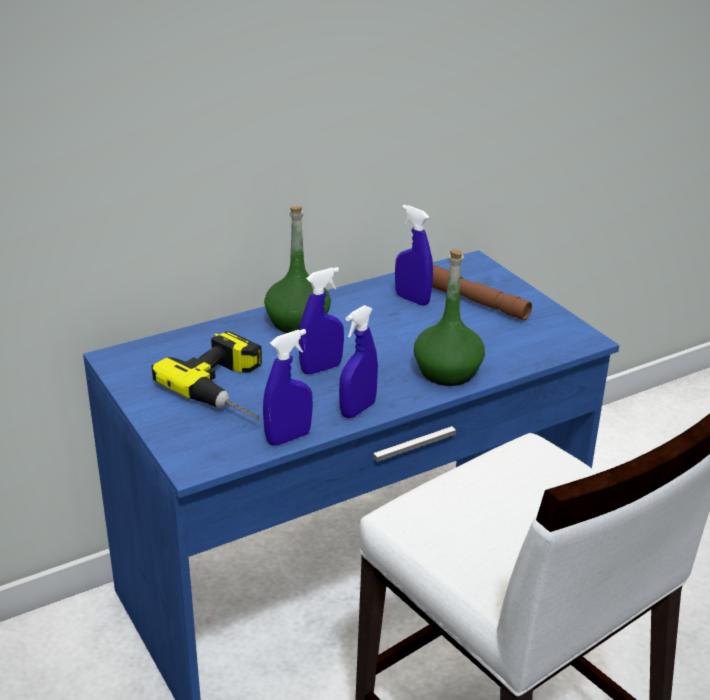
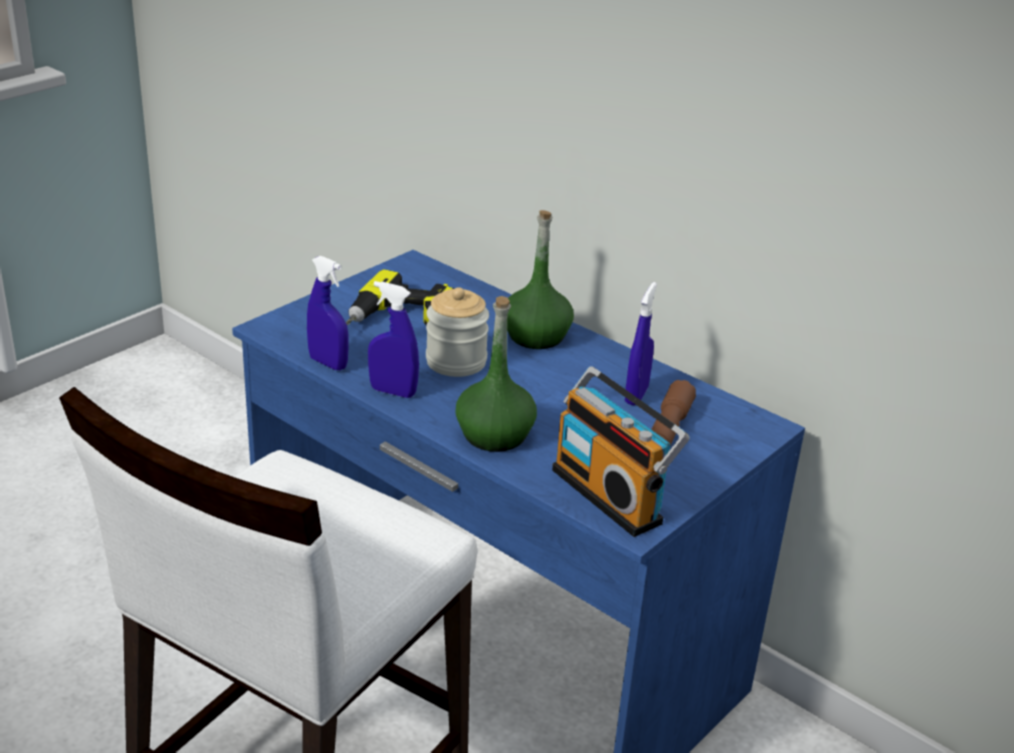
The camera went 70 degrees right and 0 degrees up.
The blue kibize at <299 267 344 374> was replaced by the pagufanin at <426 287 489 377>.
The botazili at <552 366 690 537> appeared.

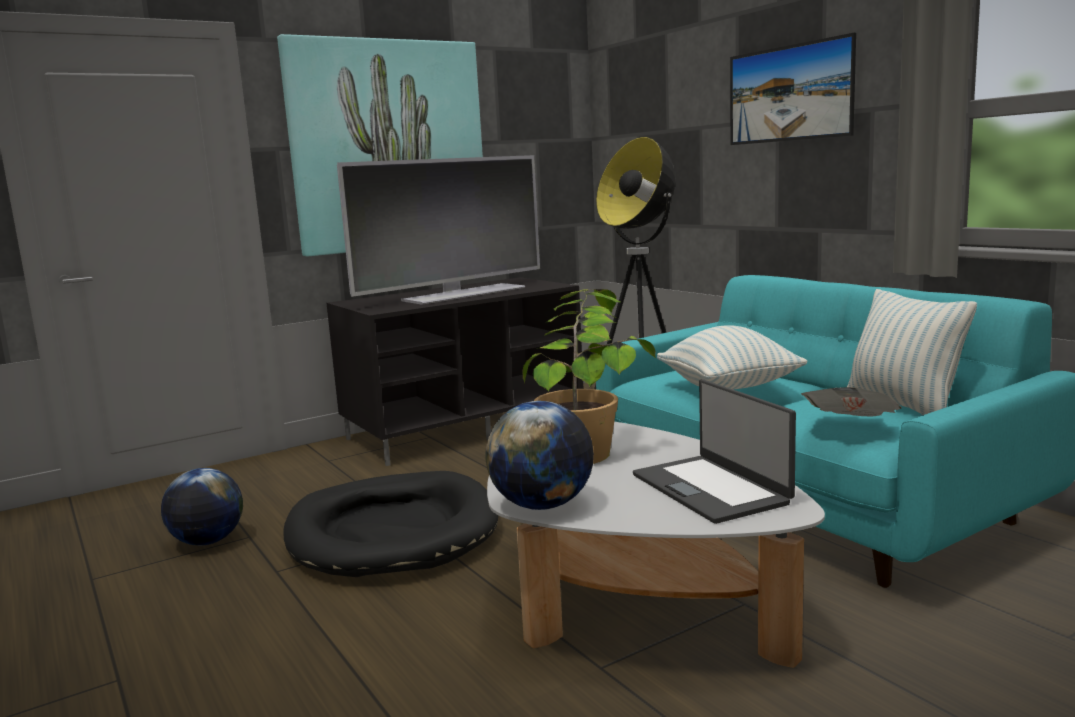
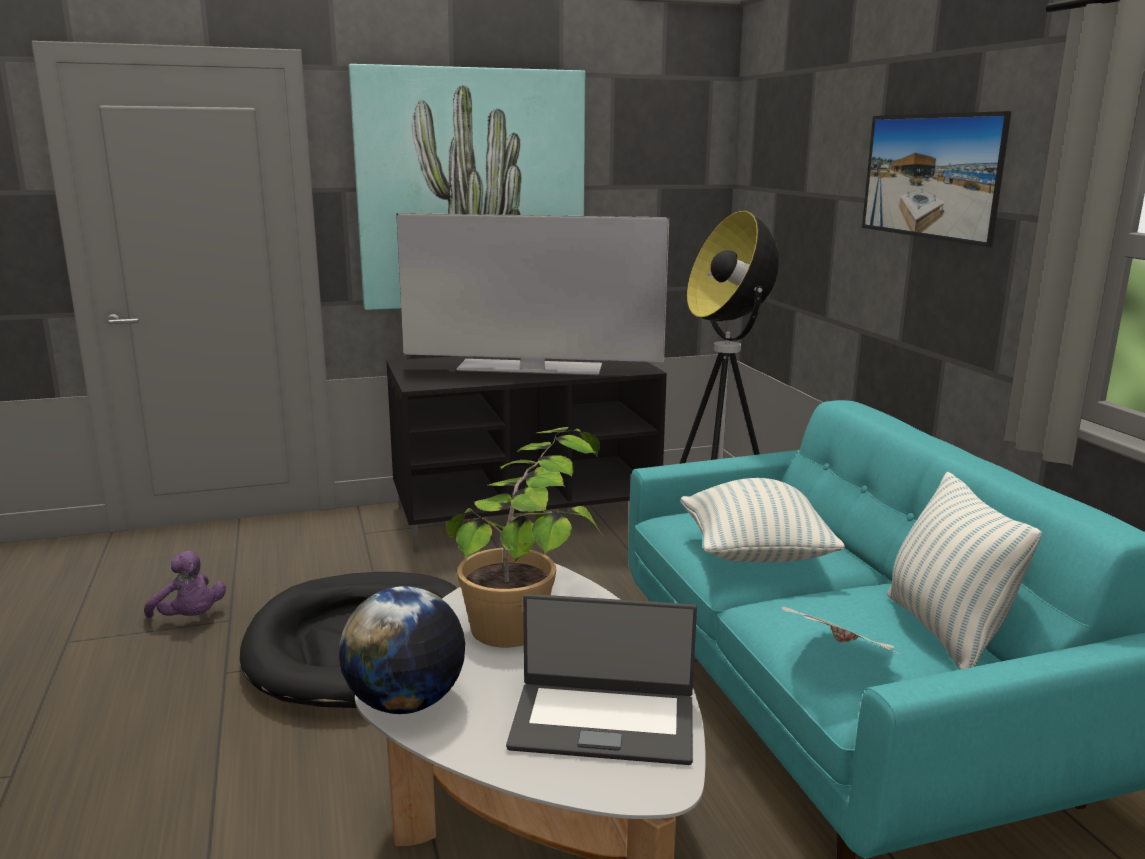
The camera went 15 degrees right and 5 degrees up.
The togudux at <337 155 540 305> turned 150 degrees counterclockwise.
The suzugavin at <633 379 796 524> turned 75 degrees counterclockwise.
The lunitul at <161 468 243 546> was replaced by the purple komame at <144 551 226 618>.

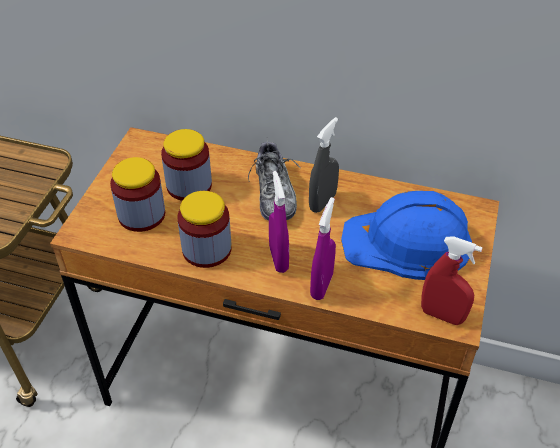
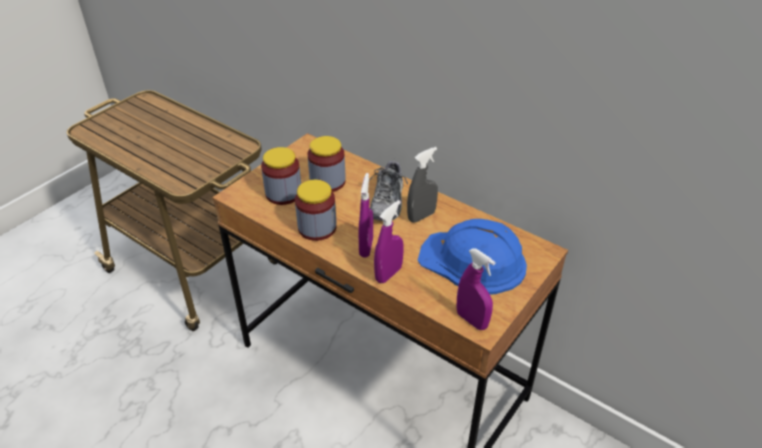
The camera went 20 degrees right and 5 degrees down.
The red kibize at <421 236 483 325> became the purple kibize at <457 248 495 330>.

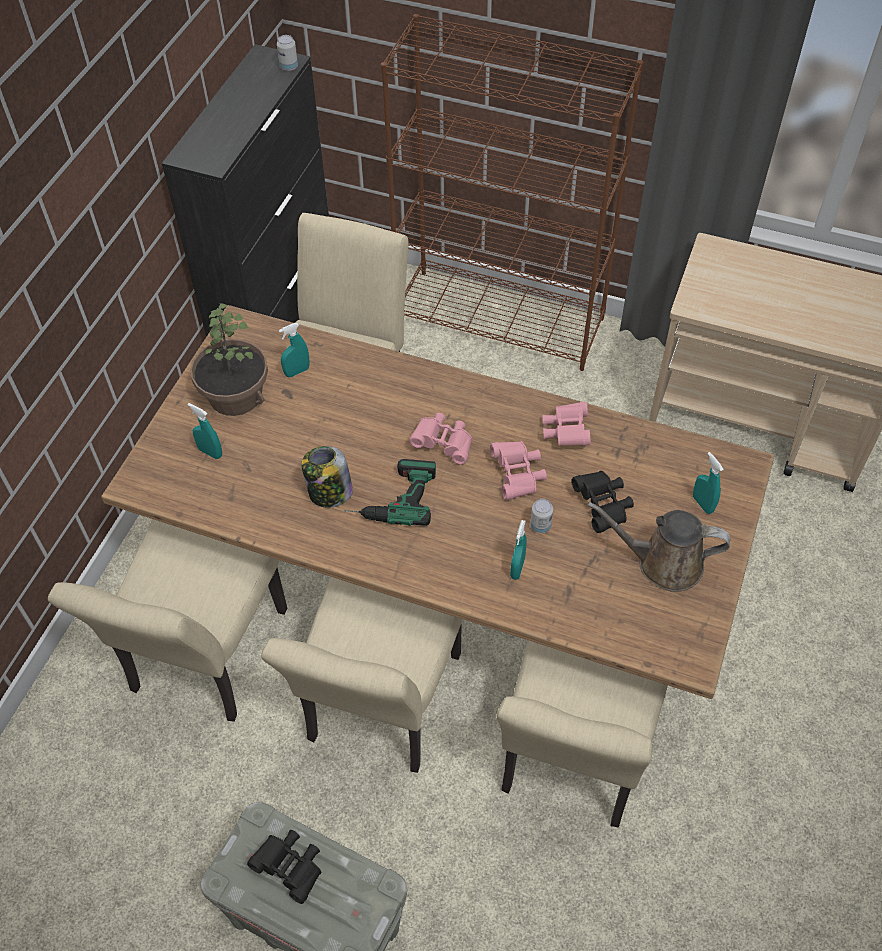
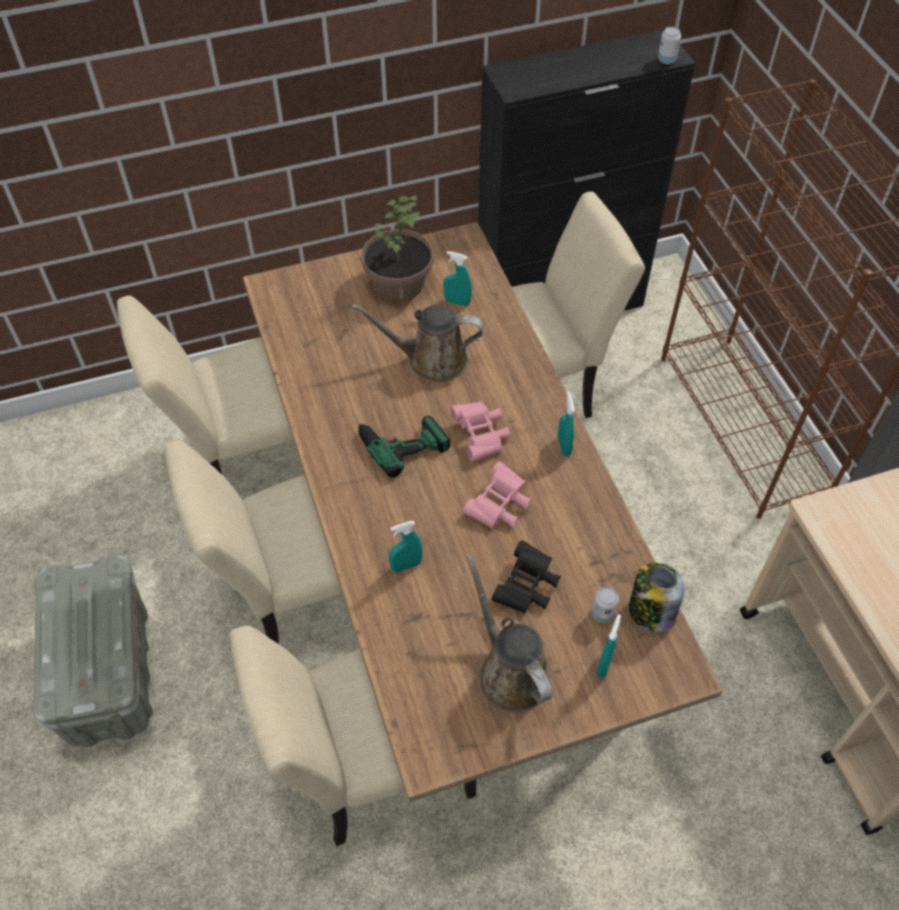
The camera went 50 degrees right and 0 degrees up.
The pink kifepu at <542 402 591 446> disappeared.
The turquoise kibize moved from <188 403 222 459> to <558 391 575 456>.
The pagufanin moved from <302 446 353 508> to <629 563 685 633>.
The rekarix moved from <530 499 553 533> to <592 587 619 623>.
The black kifepu at <247 830 321 904> disappeared.
The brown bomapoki at <351 304 484 382> appeared.

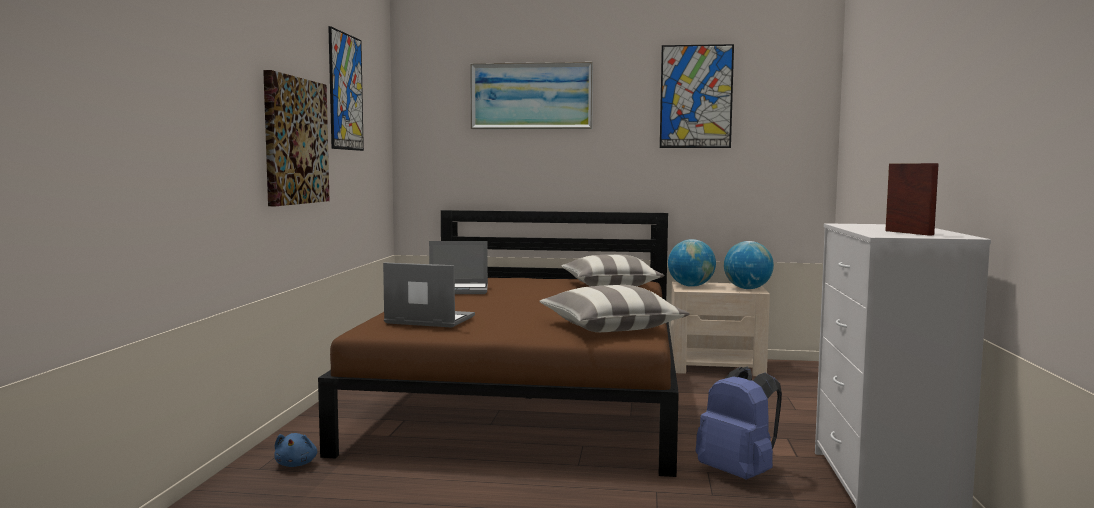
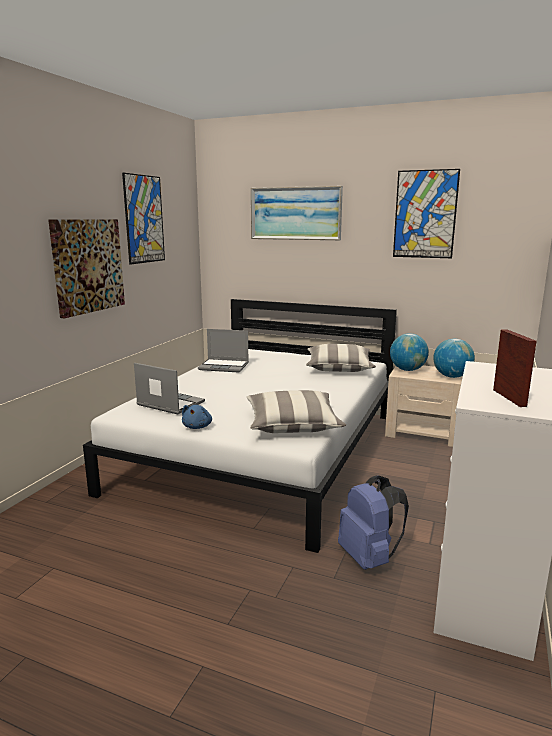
The camera went 15 degrees right and 10 degrees up.
The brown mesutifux at <318 210 679 477> became the white mesutifux at <83 299 397 553>.
The blue komame moved from <274 433 317 467> to <182 405 212 429>.

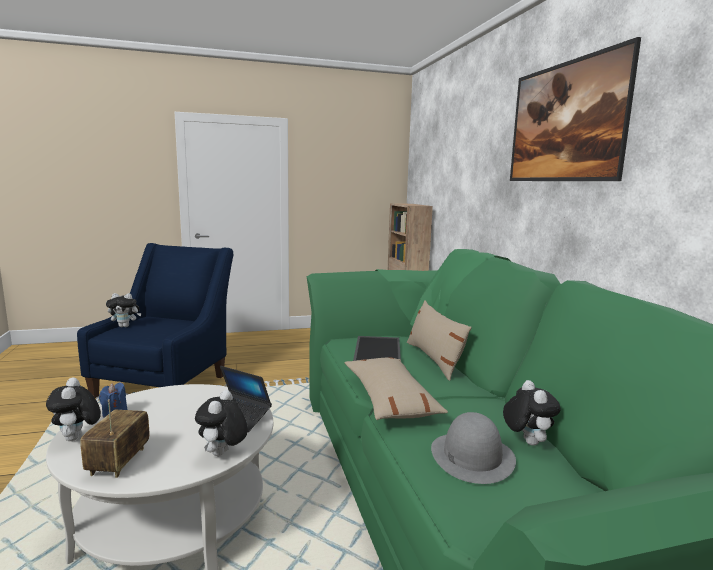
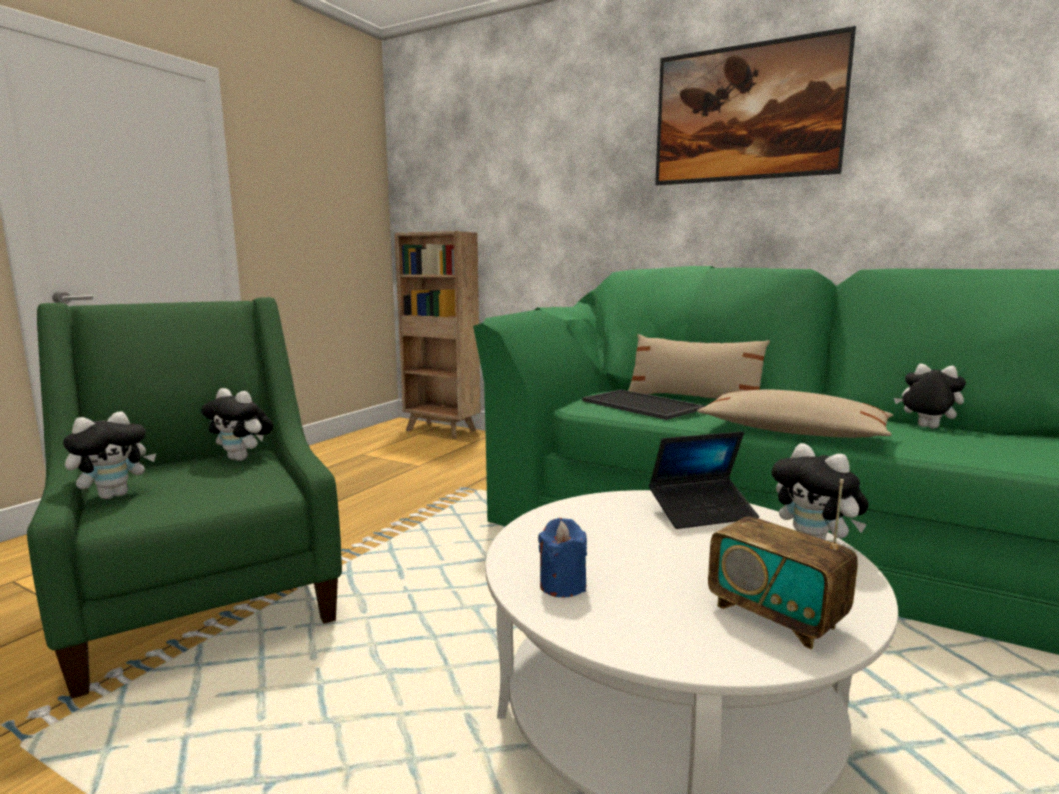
The camera went 45 degrees left and 0 degrees up.
The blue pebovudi at <77 243 233 398> became the green pebovudi at <27 297 342 698>.
The komame moved from <46 377 101 441> to <201 388 273 461>.
The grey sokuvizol at <431 412 516 484> disappeared.

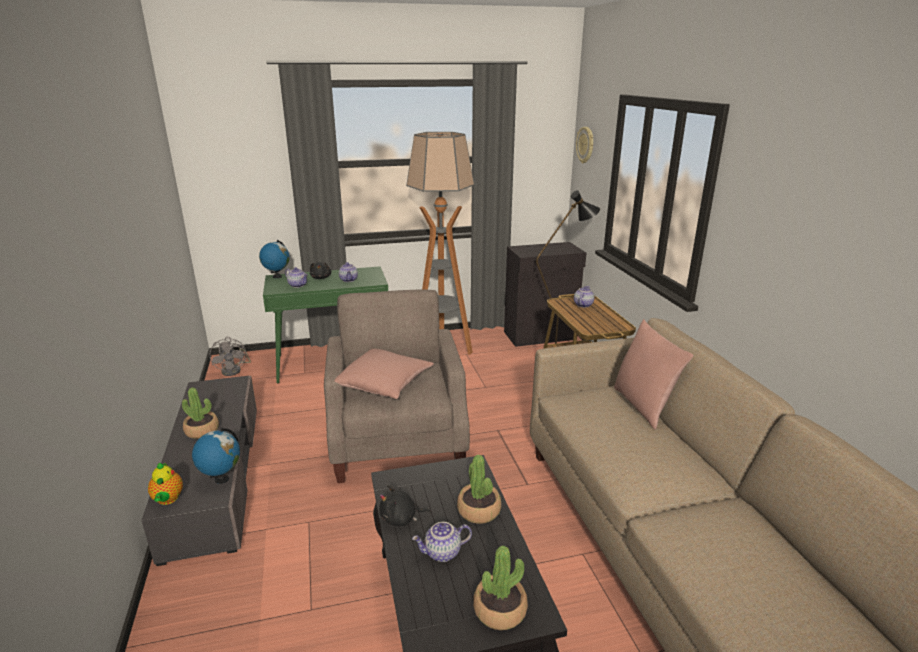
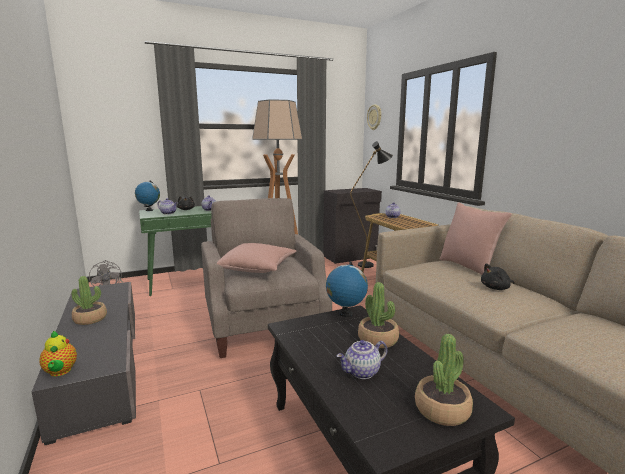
The camera went 10 degrees left and 10 degrees down.
The lunitul moved from <192 427 240 484> to <326 261 368 317>.
The black komame moved from <379 485 432 526> to <481 264 514 290>.

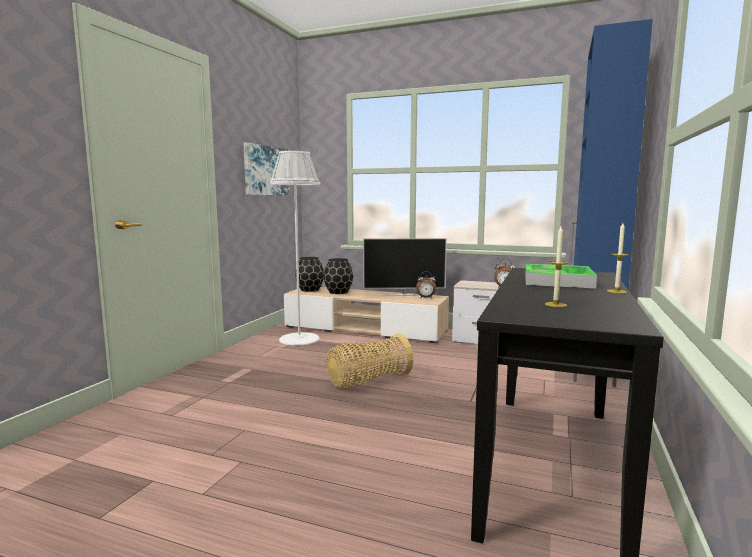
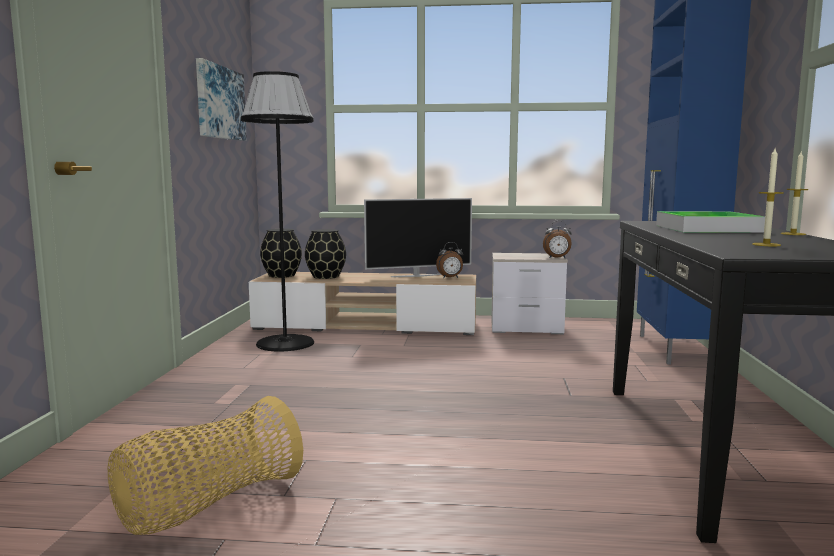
The camera went 15 degrees left and 0 degrees up.
The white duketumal at <270 151 320 346> became the black duketumal at <241 71 314 352>.
The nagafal moved from <326 333 413 388> to <108 396 303 535>.

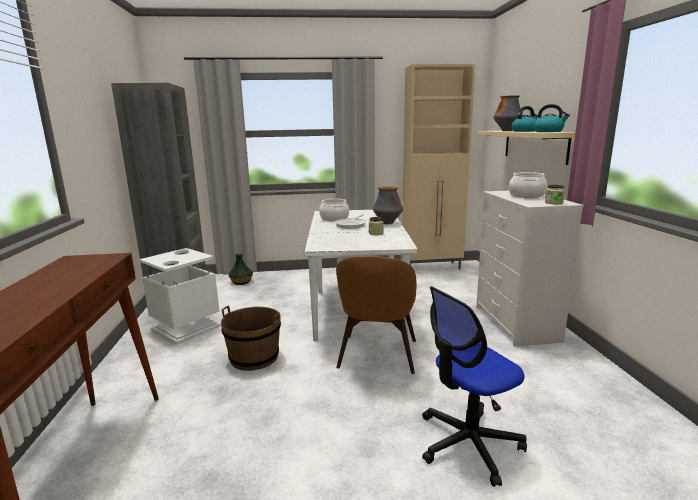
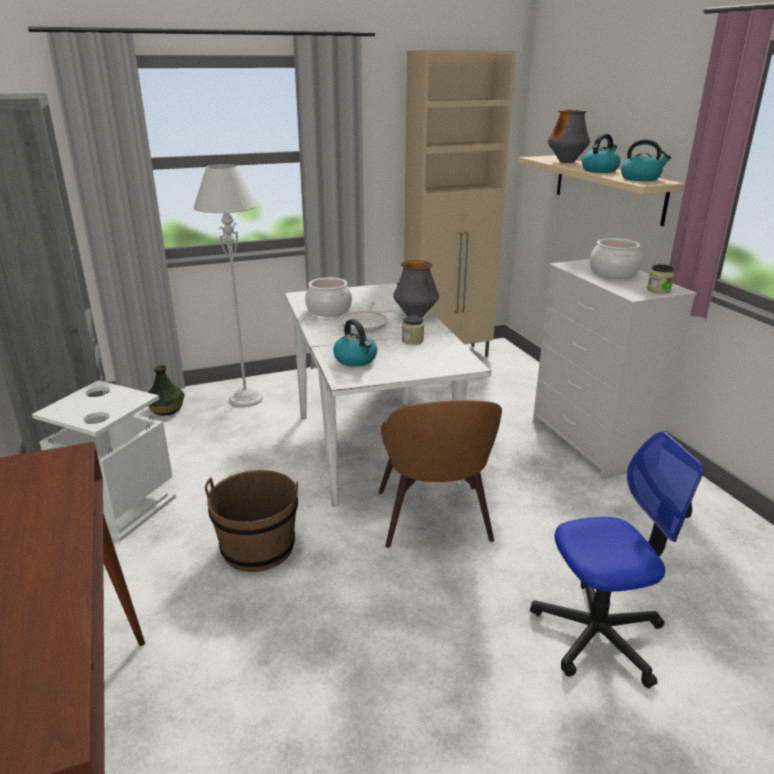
The camera went 15 degrees left and 10 degrees up.
The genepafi at <422 286 527 487> turned 150 degrees counterclockwise.
The grey duketumal at <194 164 263 407> appeared.
The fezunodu at <333 319 377 367> appeared.

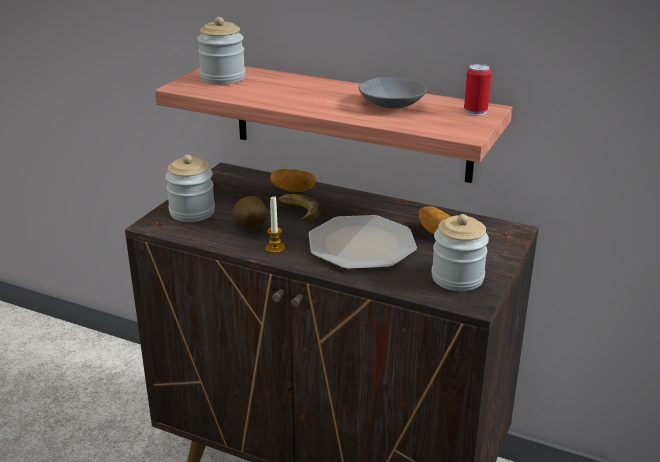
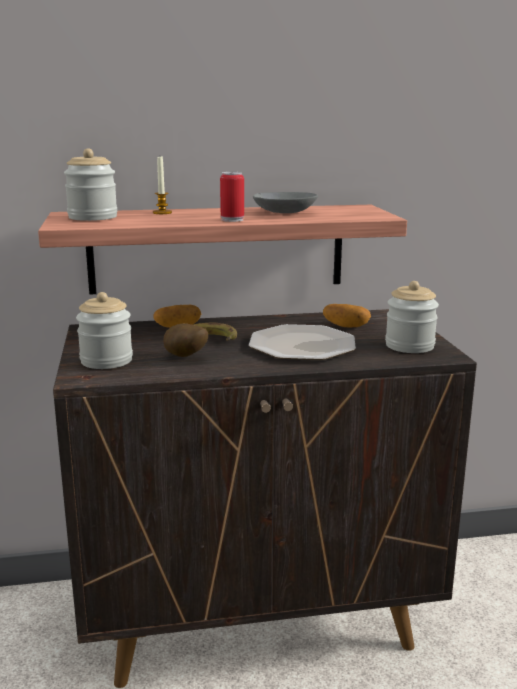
The camera went 35 degrees left and 10 degrees down.
The rekarix moved from <464 64 491 116> to <220 172 244 222>.
The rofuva moved from <265 196 285 254> to <153 156 172 214>.

